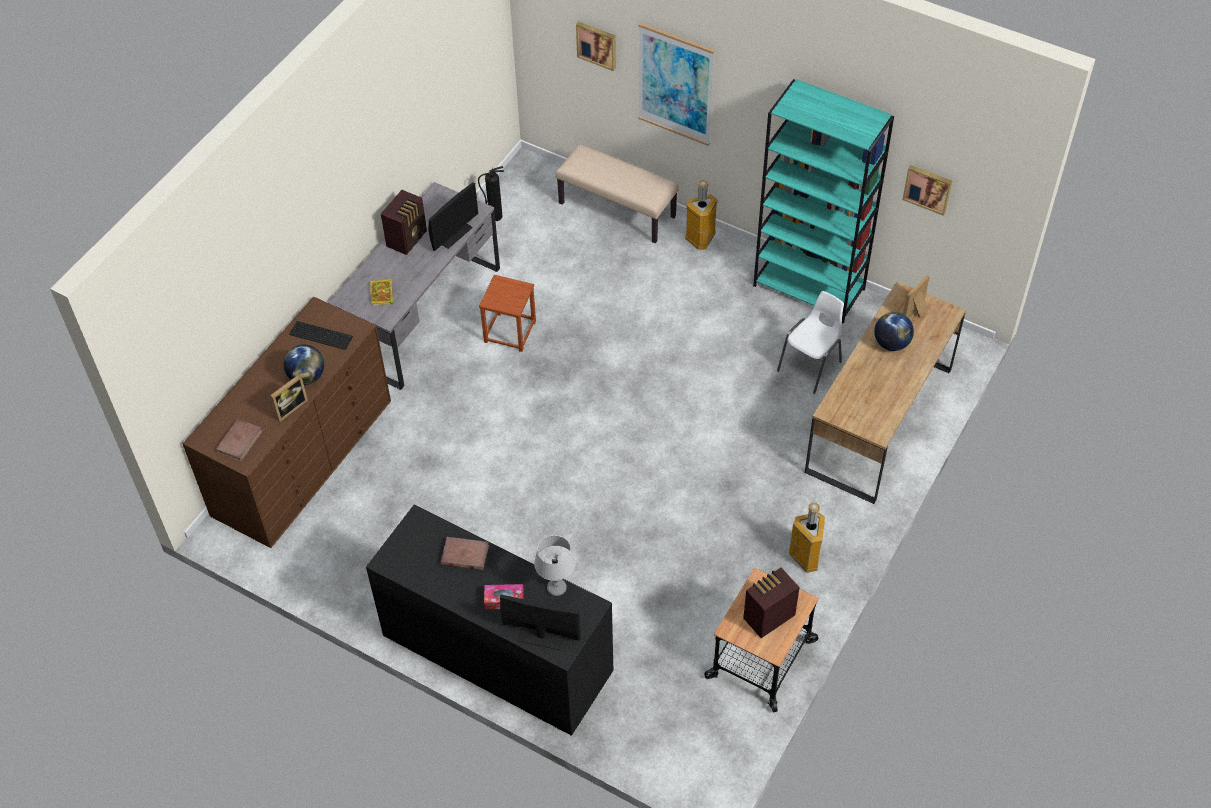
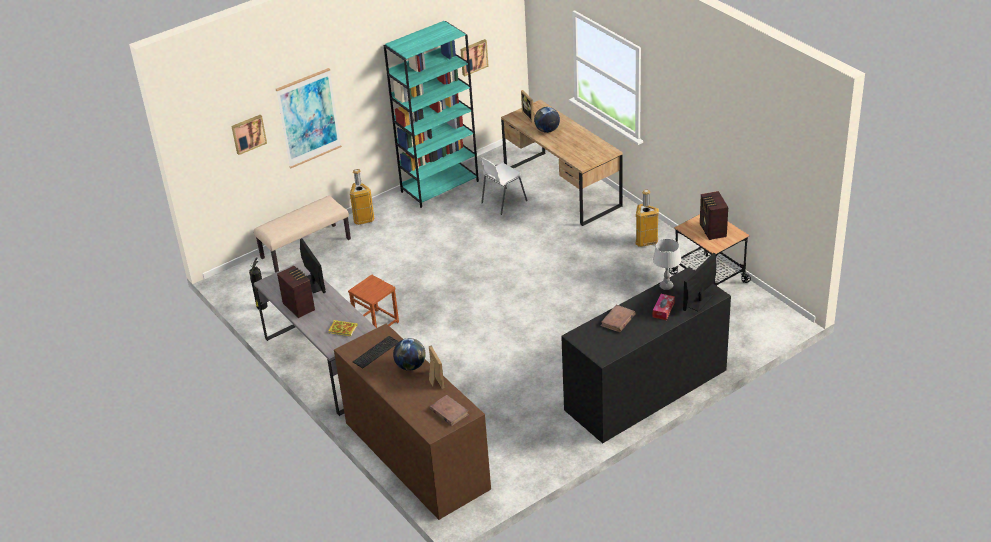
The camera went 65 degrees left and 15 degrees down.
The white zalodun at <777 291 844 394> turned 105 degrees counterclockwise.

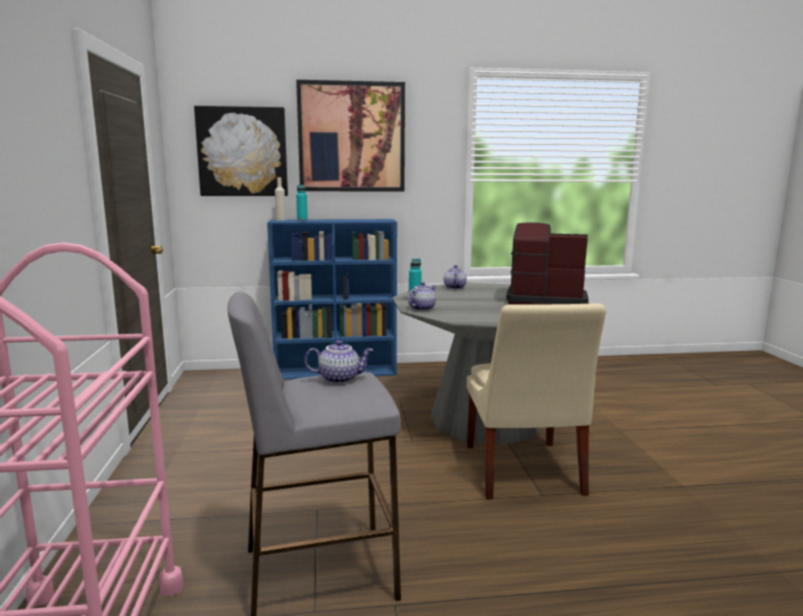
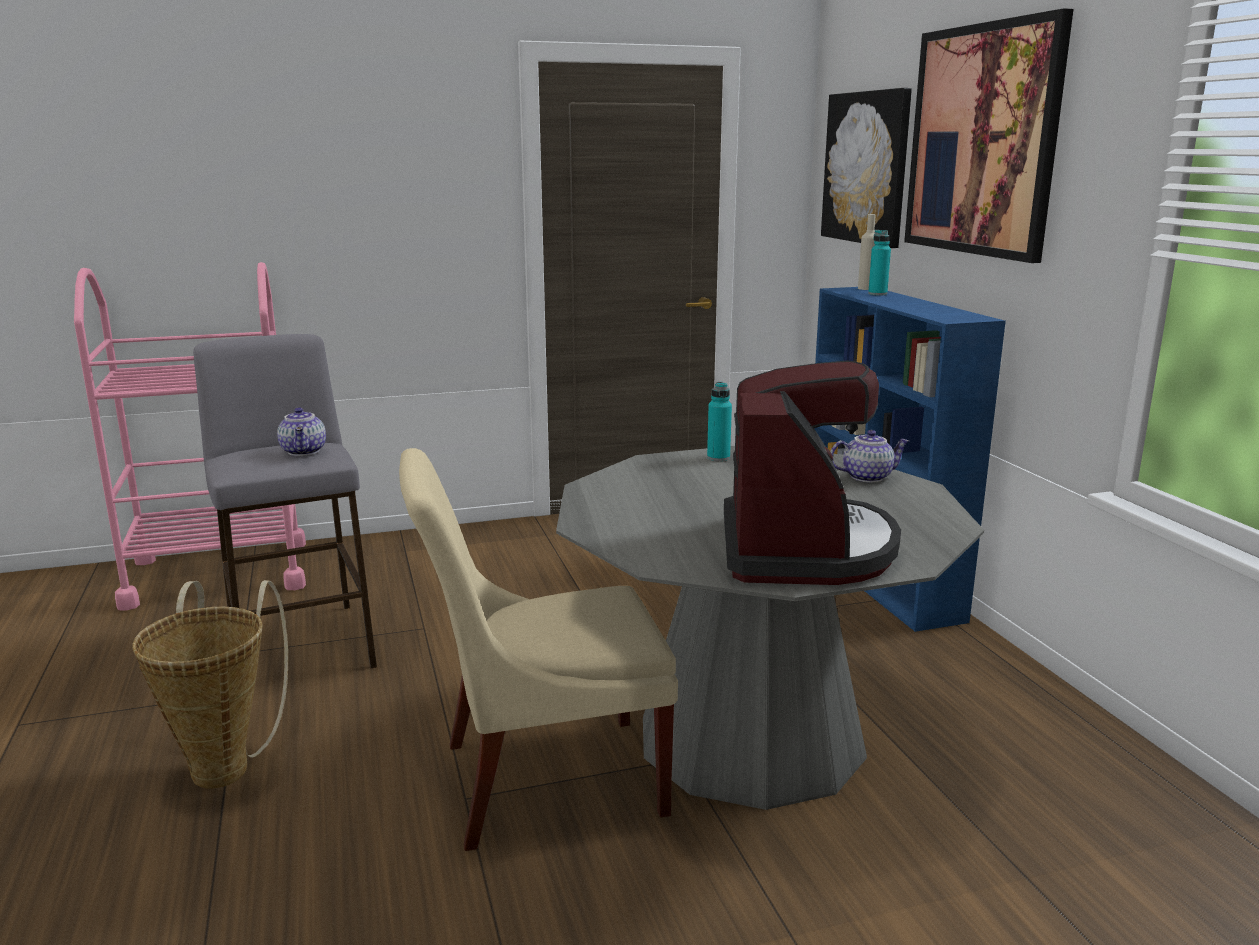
The camera went 80 degrees right and 5 degrees up.
The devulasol at <408 282 436 311> disappeared.
The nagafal at <132 580 288 789> appeared.

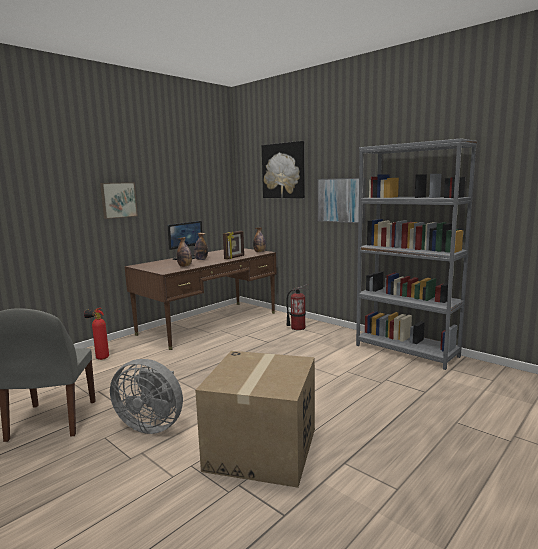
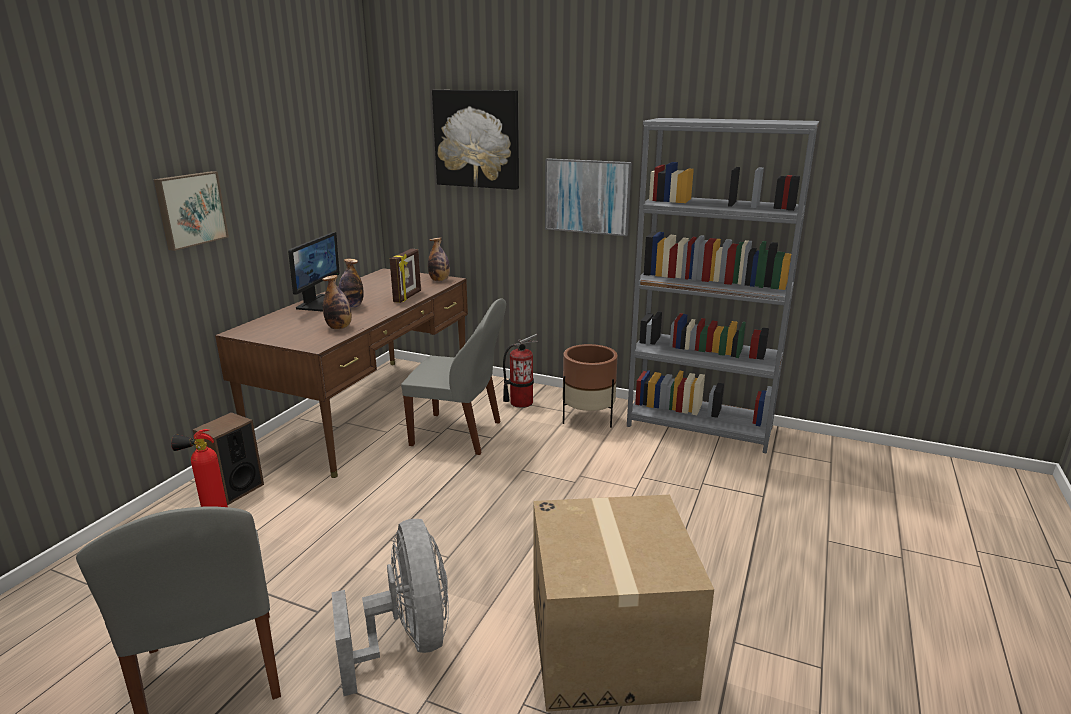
The camera went 20 degrees left and 10 degrees up.
The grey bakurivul at <110 359 183 434> turned 105 degrees counterclockwise.
The grey zalodun at <401 298 506 455> appeared.
The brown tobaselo at <562 344 618 427> appeared.
The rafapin at <192 412 264 505> appeared.

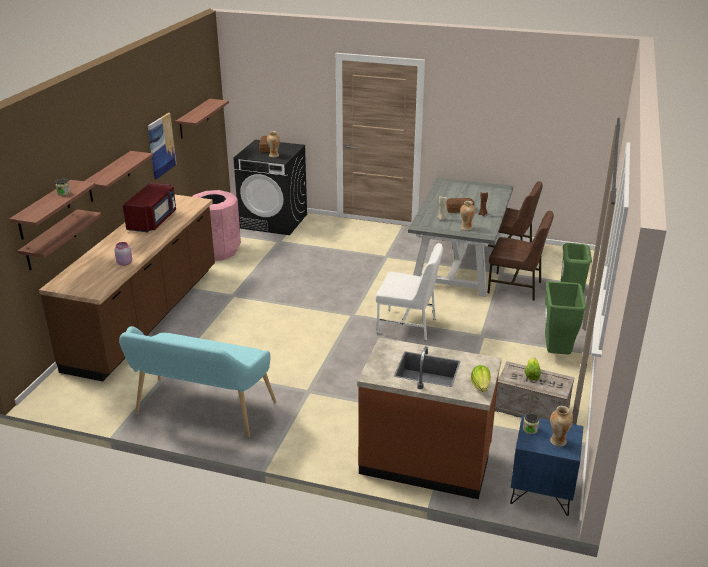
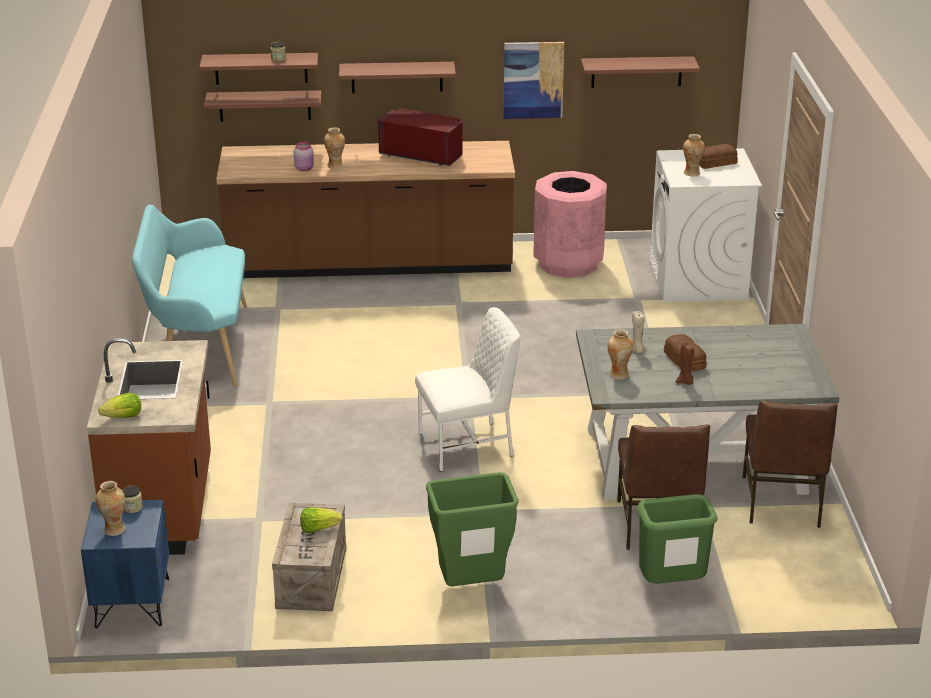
The camera went 70 degrees right and 0 degrees up.
The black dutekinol at <233 139 307 235> became the white dutekinol at <650 149 762 302>.
The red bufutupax at <123 182 176 232> turned 150 degrees counterclockwise.
The white zalodun at <376 243 443 341> turned 105 degrees counterclockwise.
The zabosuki at <324 127 345 169> appeared.

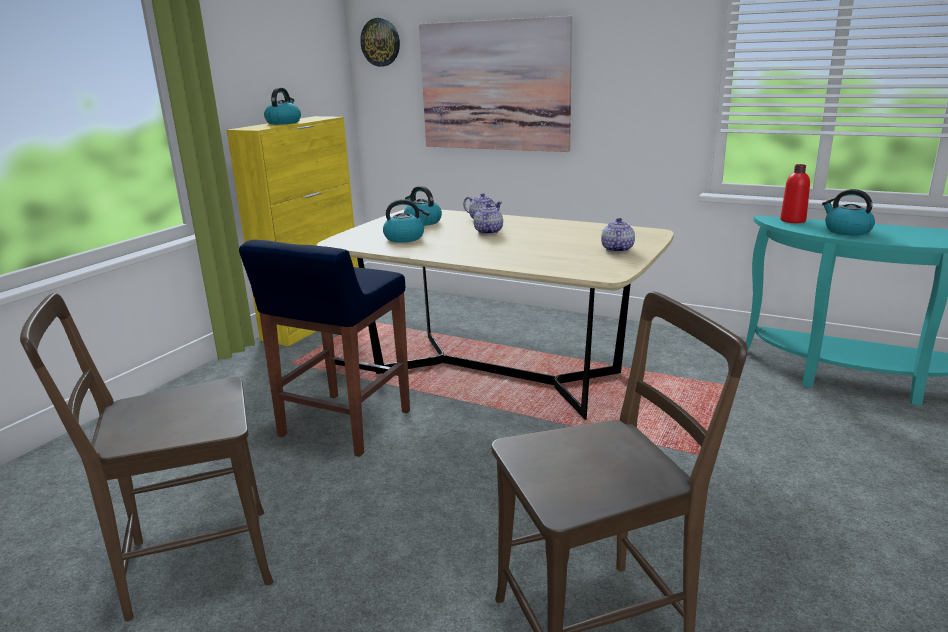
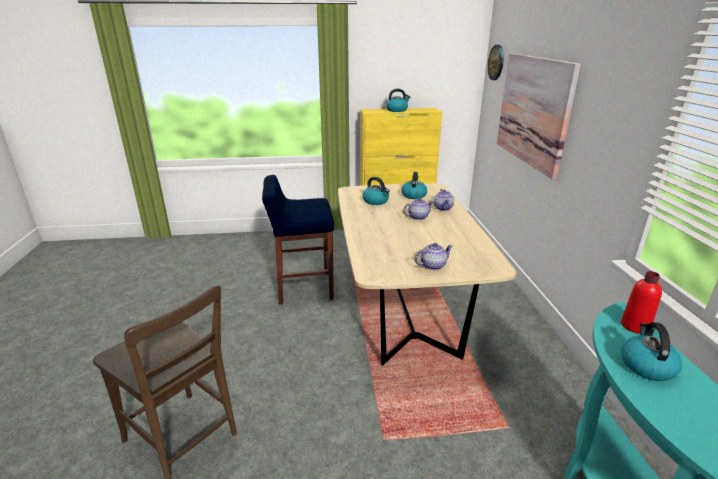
The camera went 55 degrees right and 5 degrees up.
The brown zalodun at <20 293 273 621> disappeared.

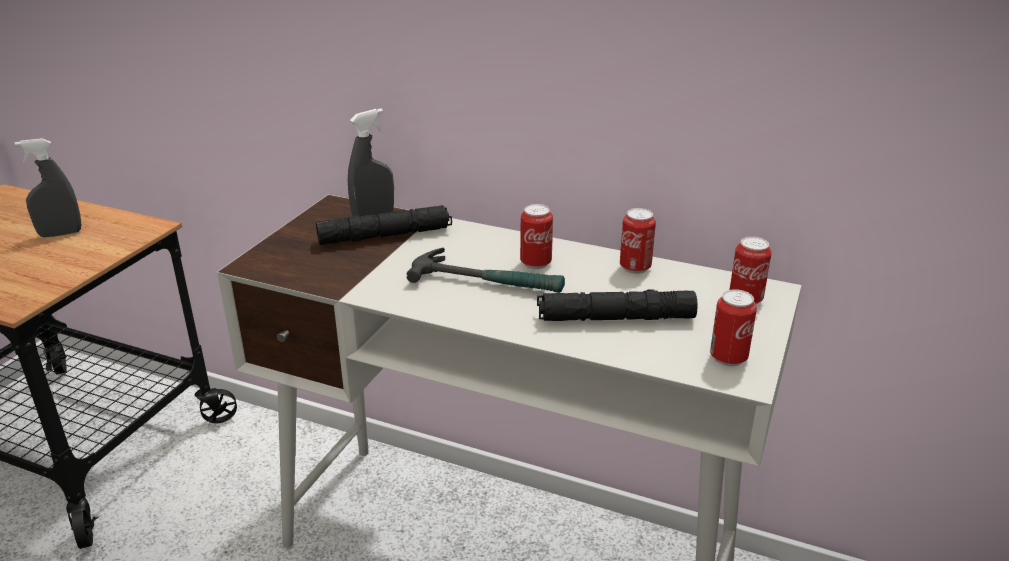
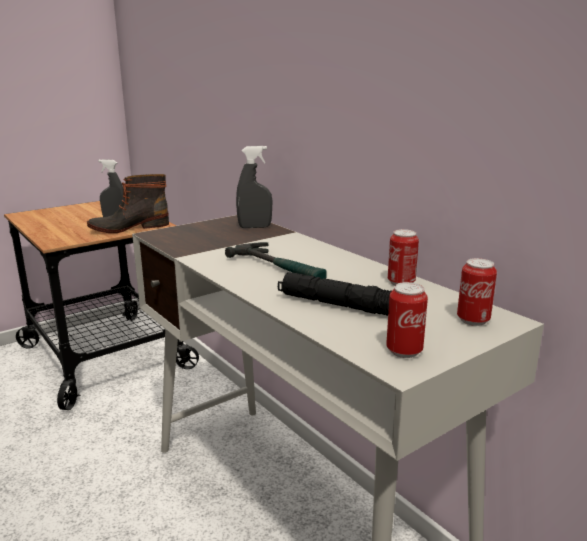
The camera went 30 degrees right and 10 degrees down.
The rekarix at <520 204 553 269> disappeared.
The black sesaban at <316 205 452 245> disappeared.
The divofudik at <87 174 169 233> appeared.

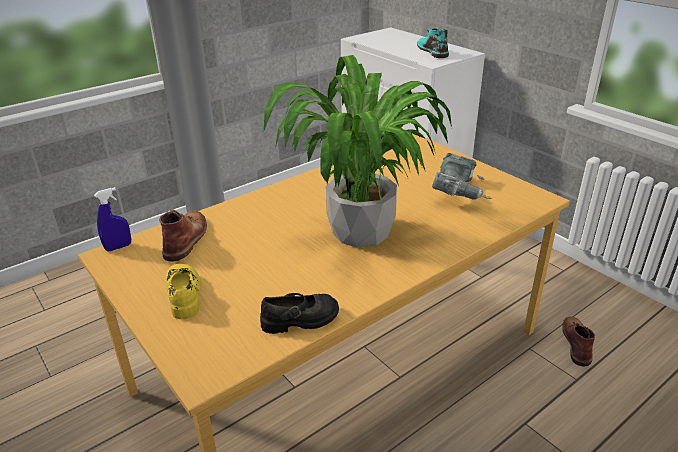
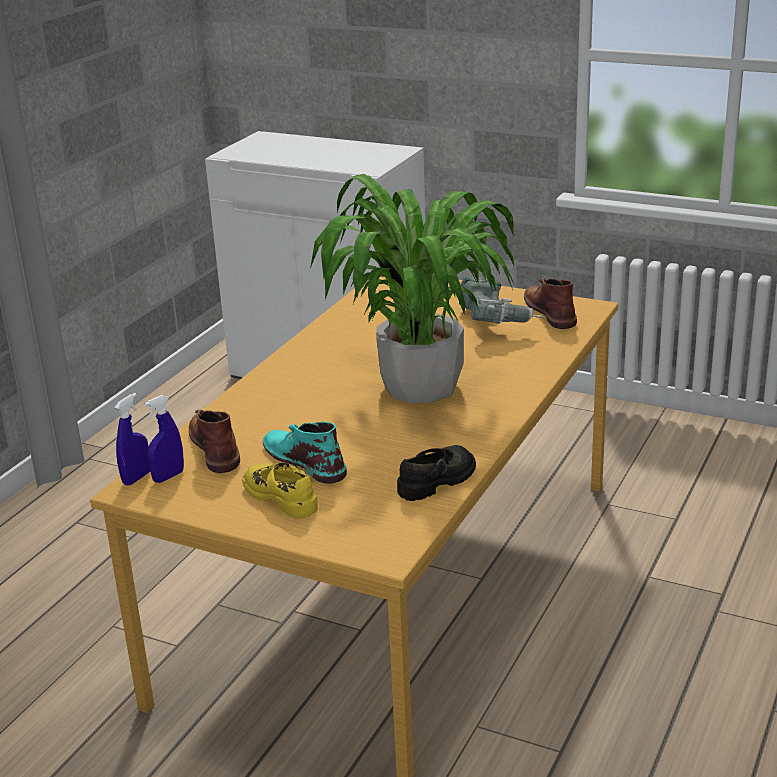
The camera went 25 degrees left and 5 degrees down.
The turquoise divofudik moved from <417 28 449 58> to <263 421 347 484>.
The brown divofudik moved from <562 316 595 367> to <524 278 577 329>.
The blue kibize at <144 395 184 483> appeared.

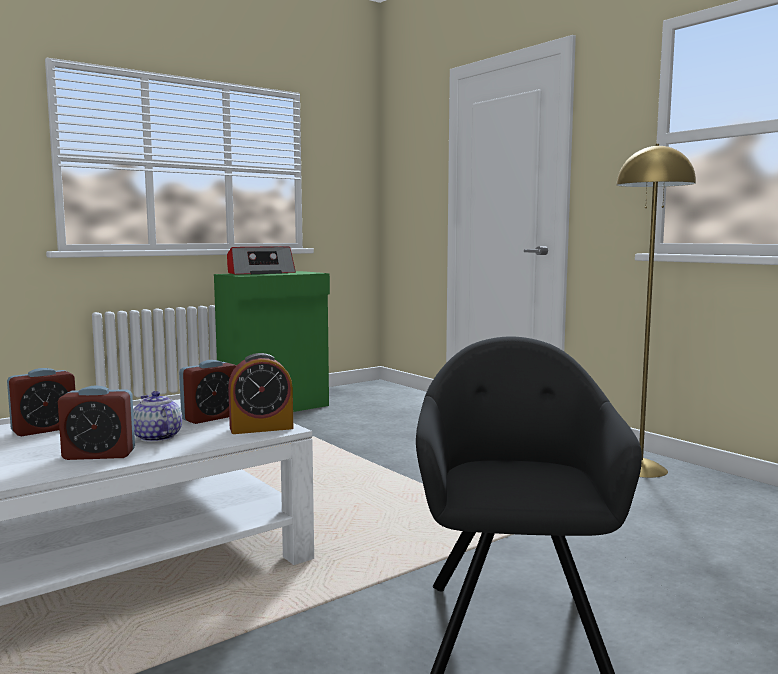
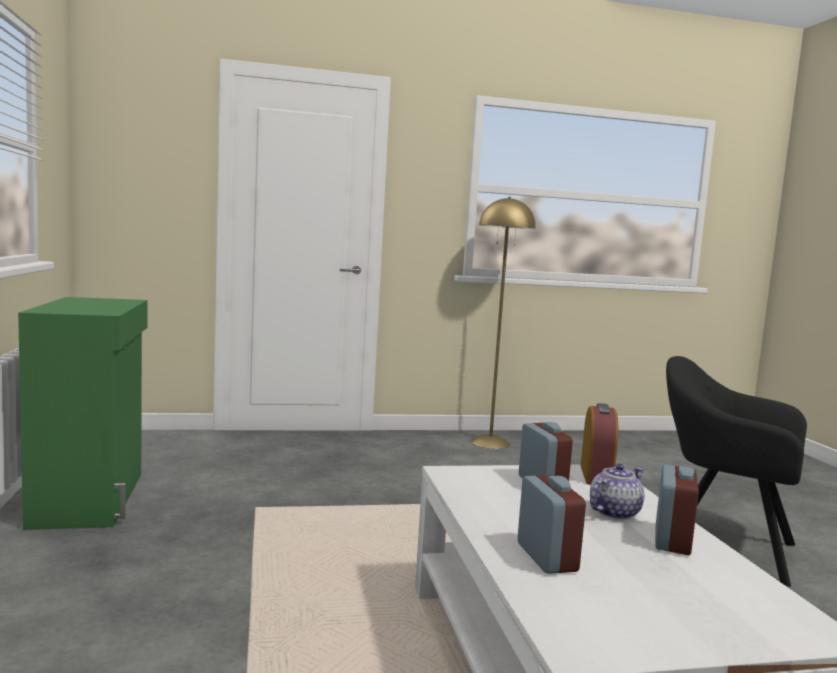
The camera went 65 degrees left and 0 degrees up.
The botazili at <227 247 296 275> disappeared.
The devulasol at <133 391 182 442> turned 150 degrees clockwise.

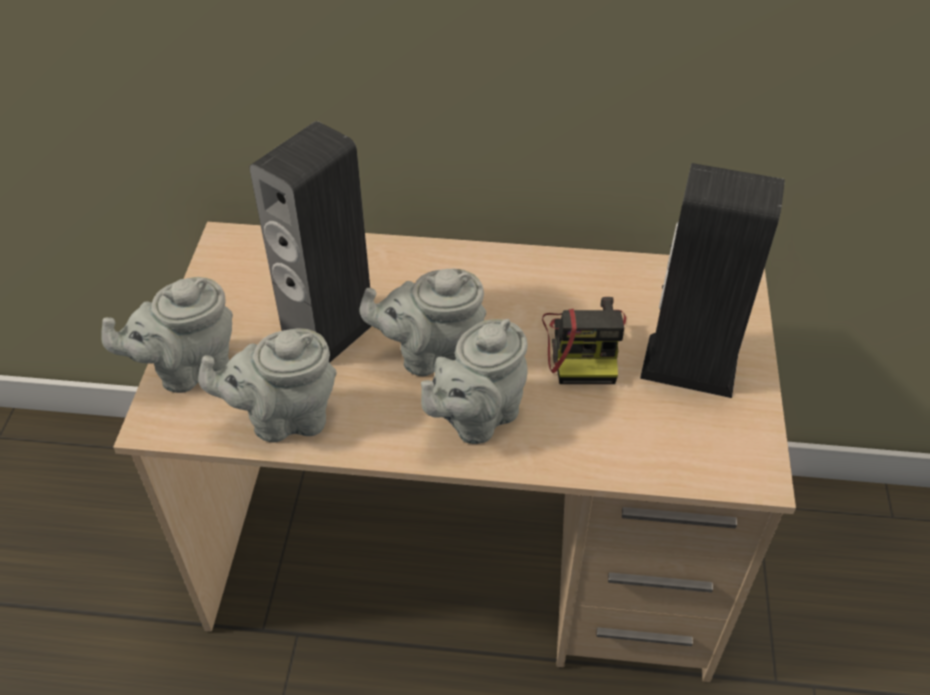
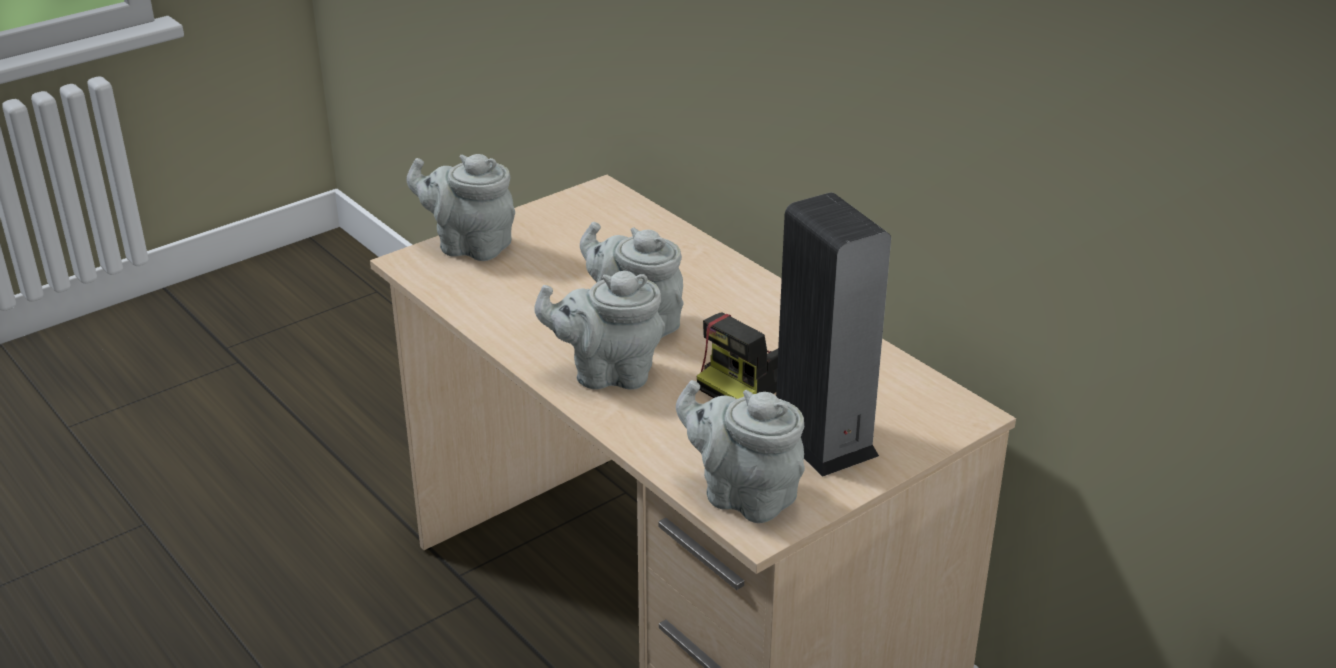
The camera went 45 degrees right and 15 degrees down.
The rafapin at <249 121 372 362> disappeared.
The grey devulasol moved from <198 328 336 442> to <676 380 805 523>.

